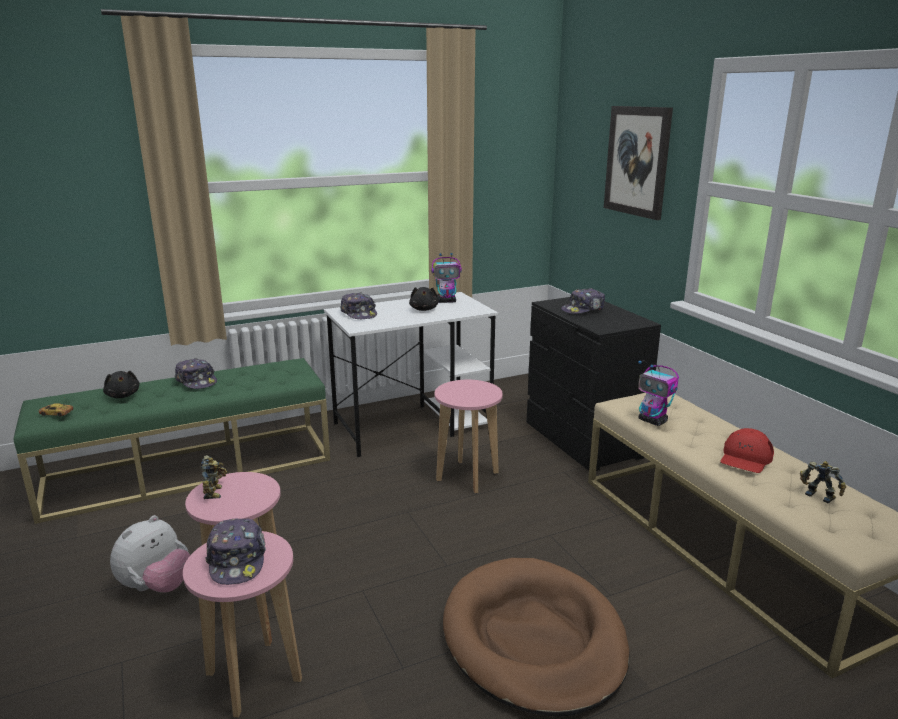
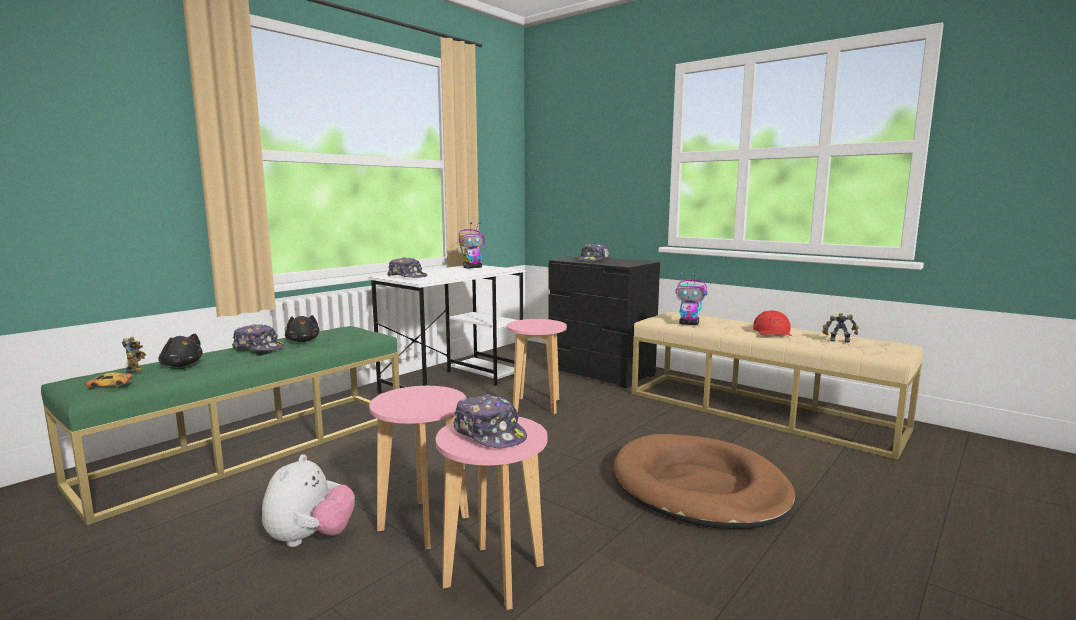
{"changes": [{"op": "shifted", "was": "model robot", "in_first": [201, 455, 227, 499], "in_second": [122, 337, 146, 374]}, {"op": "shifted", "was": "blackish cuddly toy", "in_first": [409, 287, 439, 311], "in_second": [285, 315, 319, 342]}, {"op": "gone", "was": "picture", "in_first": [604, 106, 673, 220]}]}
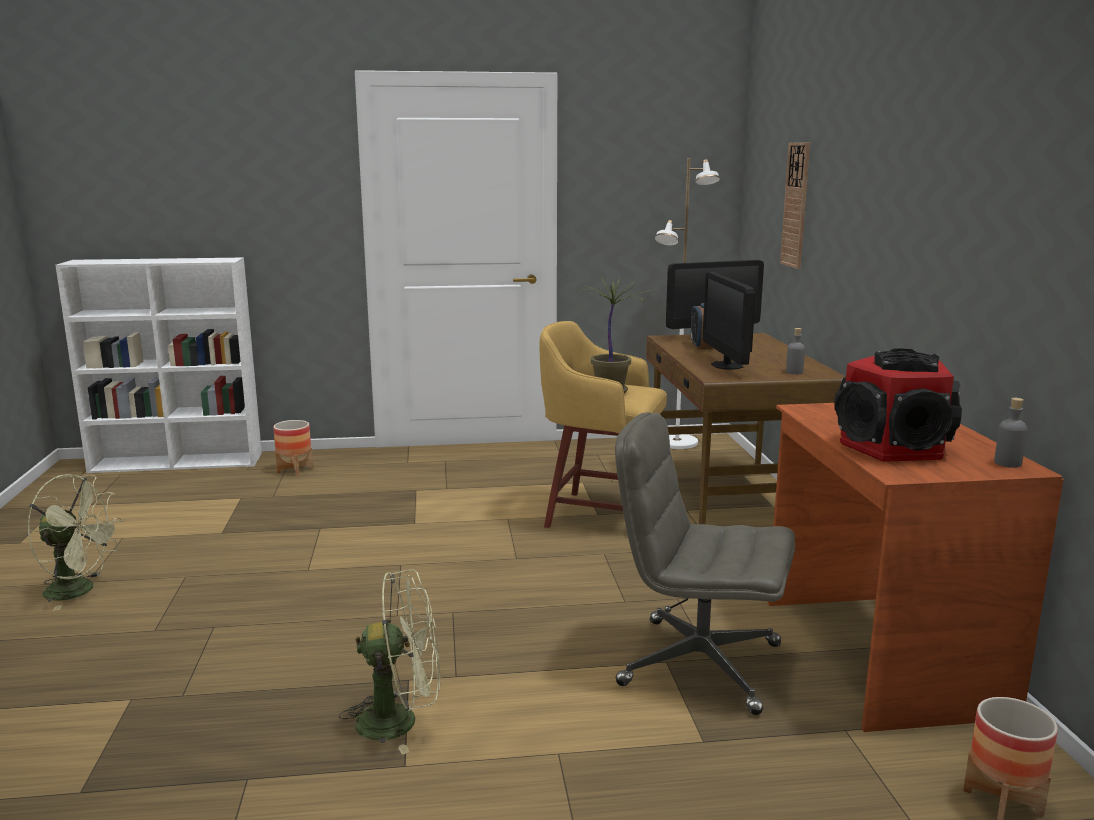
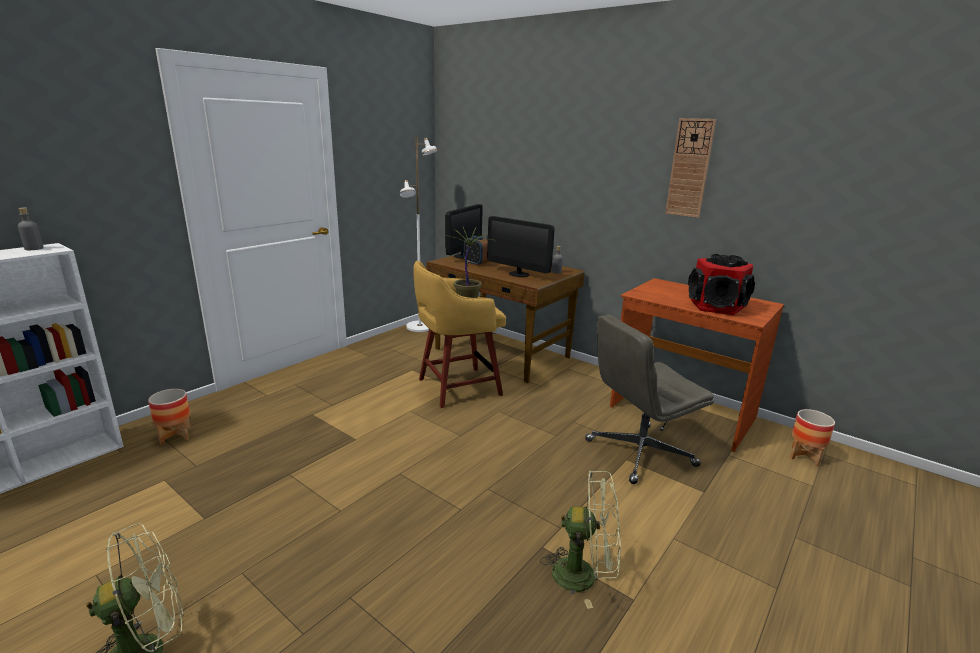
{"changes": [{"op": "shifted", "was": "grey beverage bottle", "in_first": [994, 398, 1027, 468], "in_second": [18, 207, 44, 250]}, {"op": "rotated", "was": "greenish fan", "in_first": [339, 569, 440, 755], "in_second": [540, 471, 621, 609], "clockwise": 60}, {"op": "shifted", "was": "wall clock", "in_first": [780, 142, 810, 269], "in_second": [665, 118, 716, 218]}]}
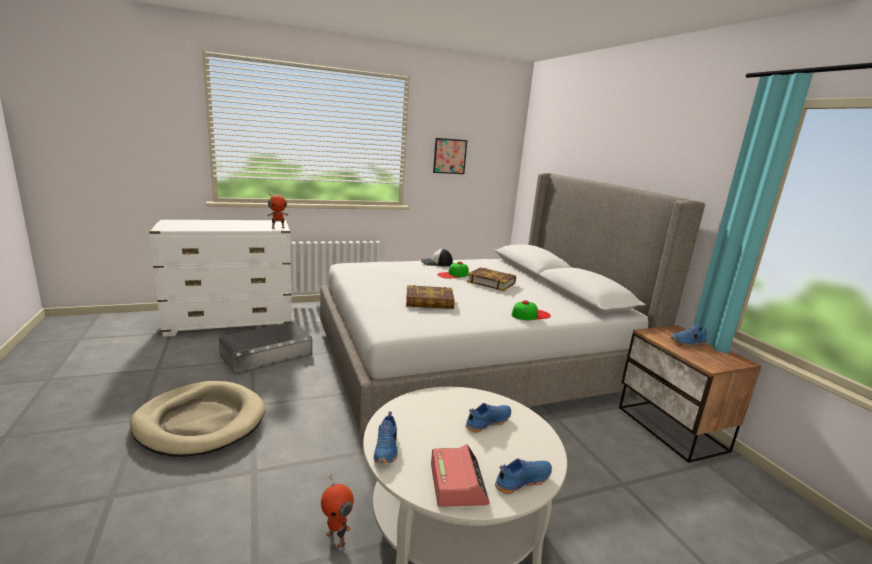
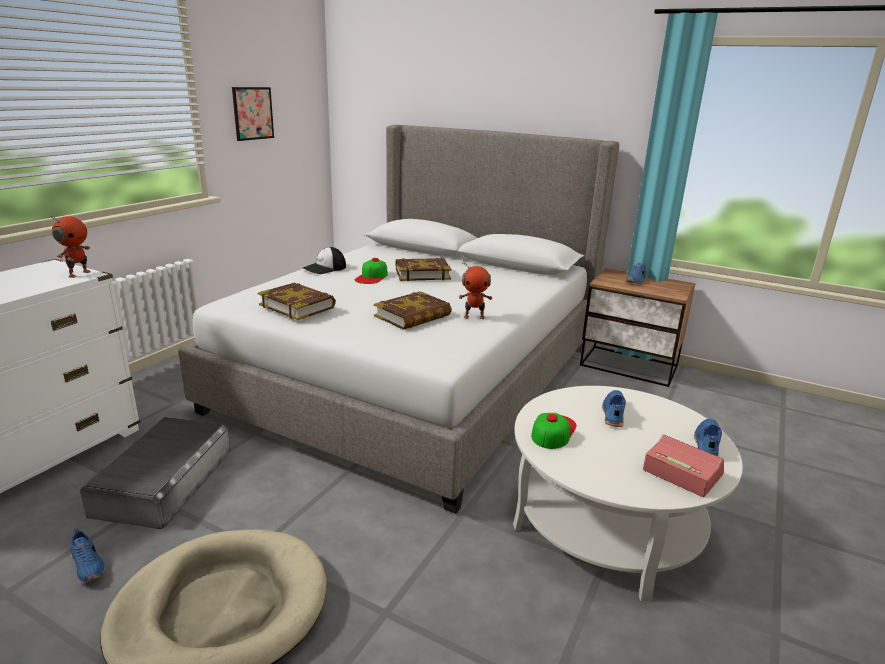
{"changes": [{"op": "shifted", "was": "blue-coloured shoe", "in_first": [373, 411, 398, 463], "in_second": [70, 527, 106, 584]}, {"op": "new", "now": "book", "in_second": [258, 283, 336, 320]}, {"op": "shifted", "was": "model robot", "in_first": [321, 475, 354, 548], "in_second": [459, 261, 492, 319]}, {"op": "shifted", "was": "peaked cap", "in_first": [512, 300, 551, 320], "in_second": [531, 413, 576, 449]}]}
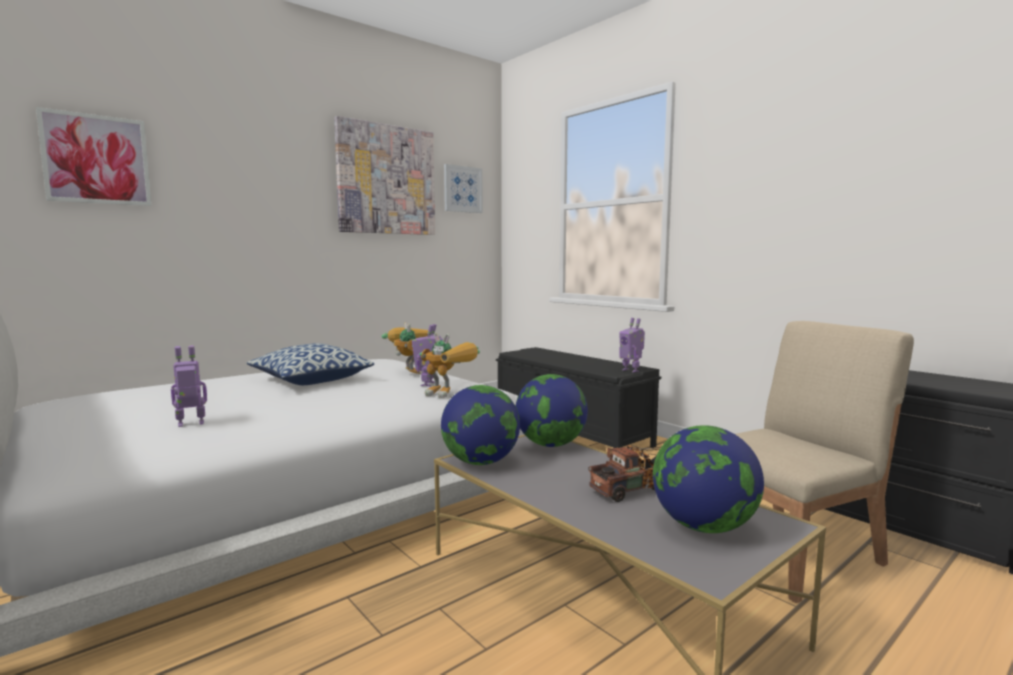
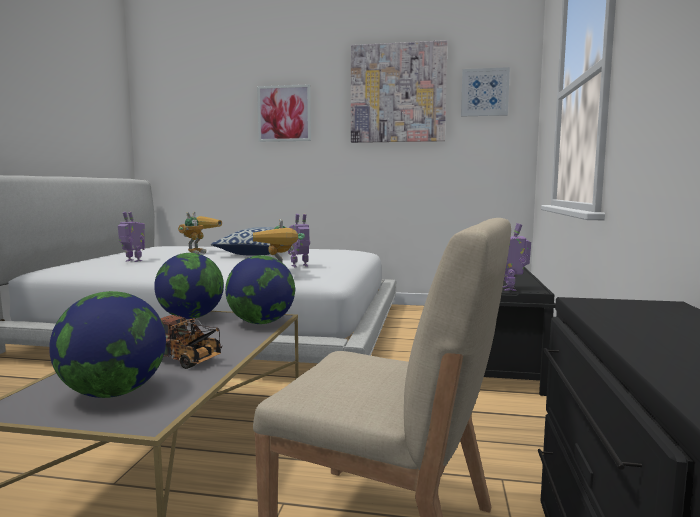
{"changes": [{"op": "shifted", "was": "model robot", "in_first": [382, 322, 428, 374], "in_second": [178, 212, 222, 254]}, {"op": "shifted", "was": "picture", "in_first": [36, 107, 151, 206], "in_second": [257, 84, 311, 142]}]}
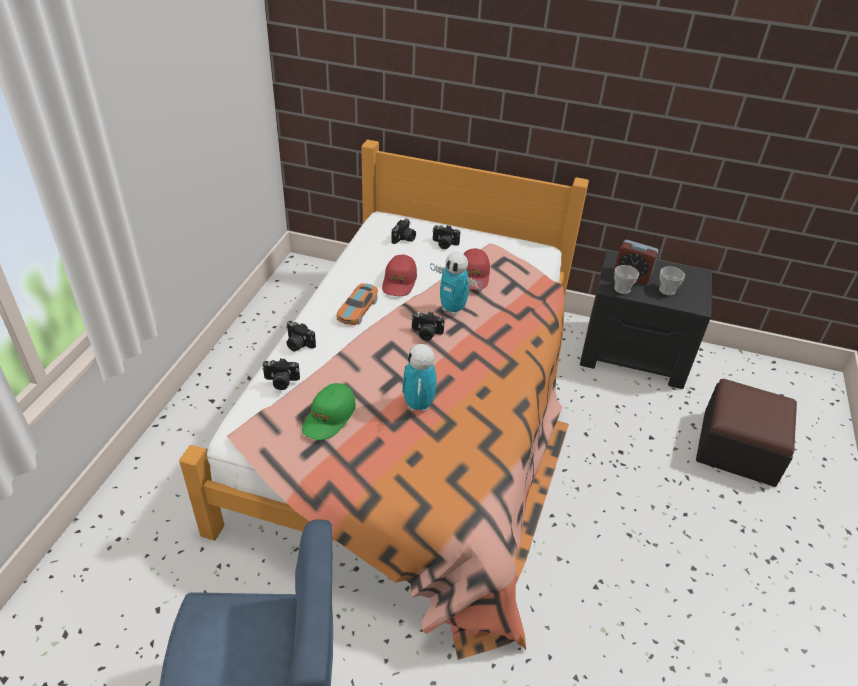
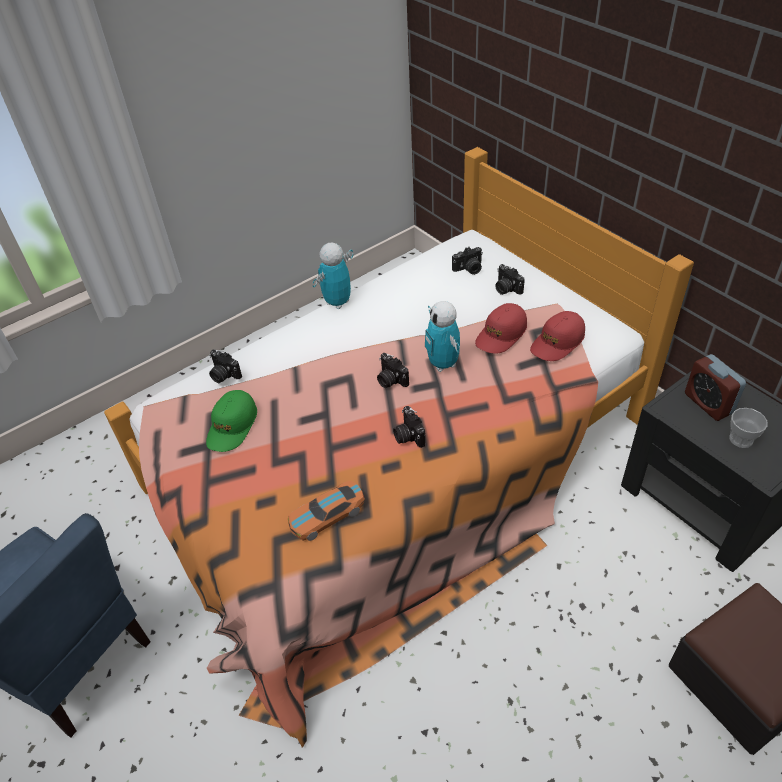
{"changes": [{"op": "rotated", "was": "greenish peaked cap", "in_first": [302, 383, 356, 440], "in_second": [206, 390, 257, 452], "clockwise": -45}, {"op": "shifted", "was": "miniature car", "in_first": [337, 283, 378, 325], "in_second": [288, 481, 365, 541]}, {"op": "shifted", "was": "model robot", "in_first": [402, 344, 437, 412], "in_second": [312, 243, 353, 309]}, {"op": "shifted", "was": "photo camera", "in_first": [286, 321, 316, 352], "in_second": [393, 406, 425, 448]}, {"op": "shifted", "was": "red-coloured peaked cap", "in_first": [382, 255, 417, 296], "in_second": [530, 311, 585, 361]}, {"op": "gone", "was": "small cup", "in_first": [614, 265, 639, 294]}]}
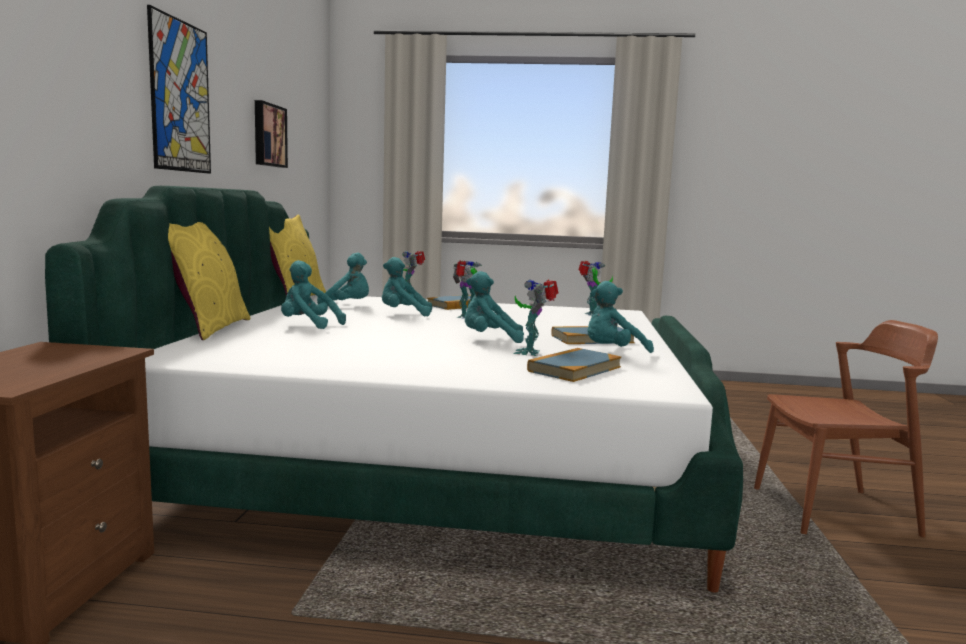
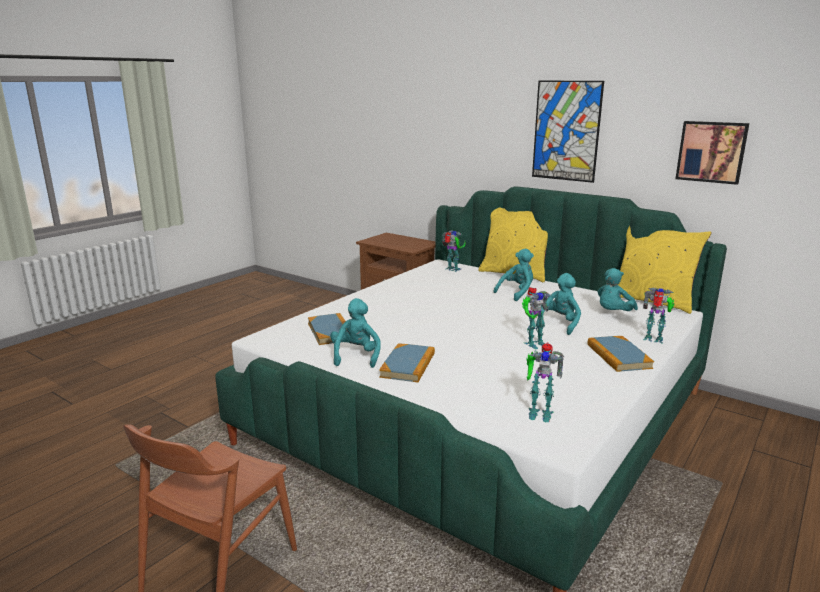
{"changes": [{"op": "shifted", "was": "model robot", "in_first": [514, 279, 558, 356], "in_second": [442, 230, 466, 272]}, {"op": "gone", "was": "blue-green cuddly toy", "in_first": [465, 271, 524, 343]}]}
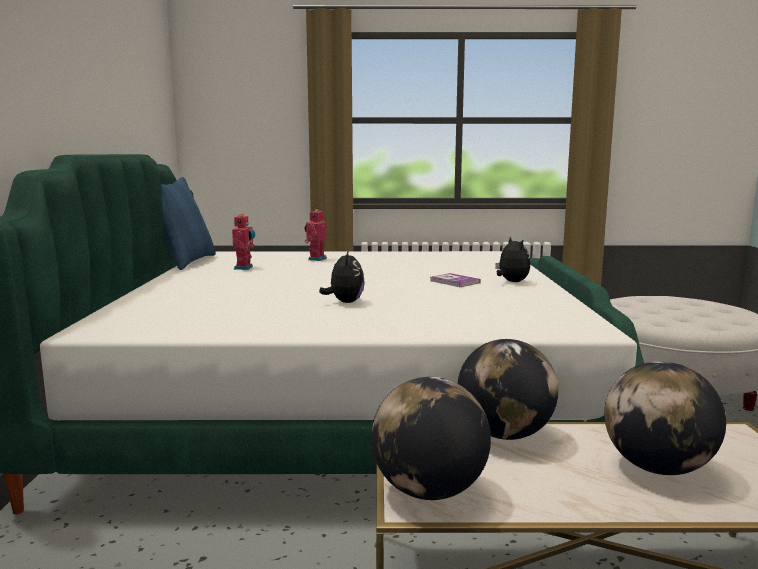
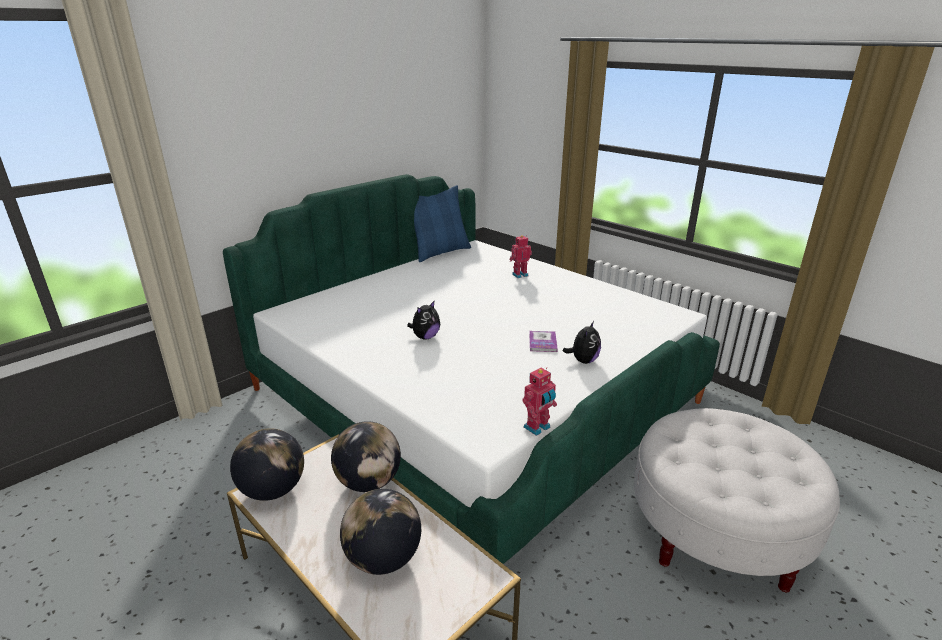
{"changes": [{"op": "shifted", "was": "model robot", "in_first": [232, 214, 255, 270], "in_second": [522, 367, 557, 436]}]}
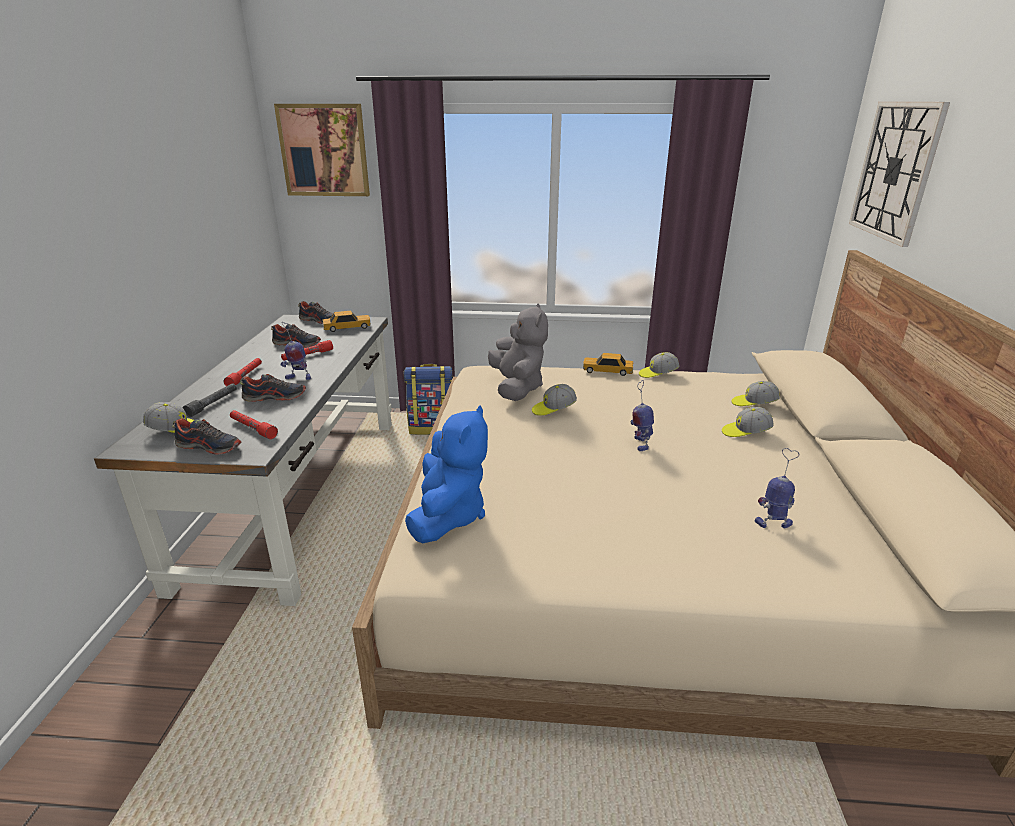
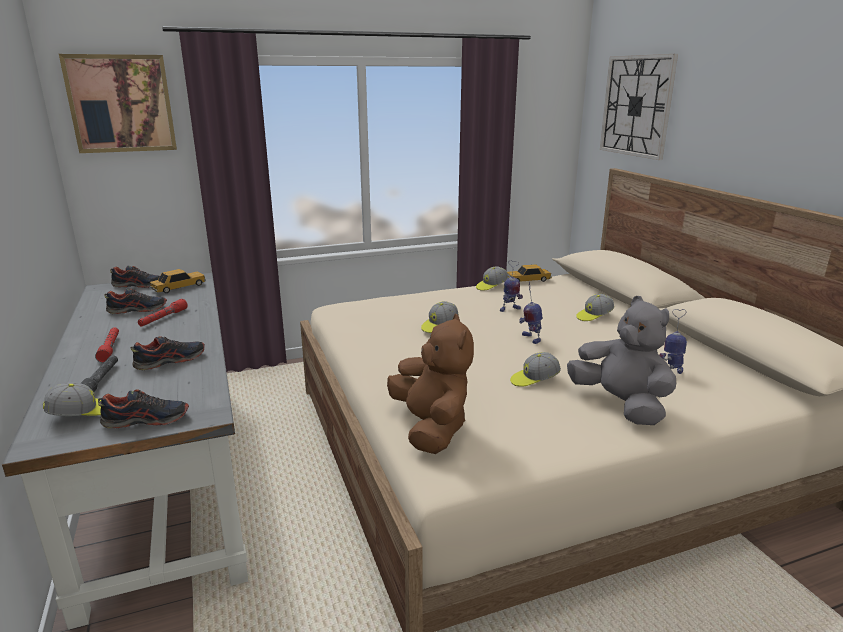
{"changes": [{"op": "repainted", "was": "blue-coloured cuddly toy", "now": "brown-coloured cuddly toy", "in_first": [405, 405, 488, 543], "in_second": [387, 314, 474, 454]}, {"op": "shifted", "was": "model robot", "in_first": [281, 323, 311, 380], "in_second": [500, 260, 523, 312]}, {"op": "shifted", "was": "miniature car", "in_first": [583, 353, 633, 376], "in_second": [507, 264, 552, 282]}, {"op": "shifted", "was": "peaked cap", "in_first": [732, 381, 780, 406], "in_second": [510, 352, 561, 387]}, {"op": "shifted", "was": "grey cuddly toy", "in_first": [488, 303, 548, 401], "in_second": [567, 296, 676, 425]}, {"op": "gone", "was": "red-coloured hand torch", "in_first": [230, 410, 278, 439]}, {"op": "gone", "was": "rucksack", "in_first": [404, 364, 453, 435]}]}
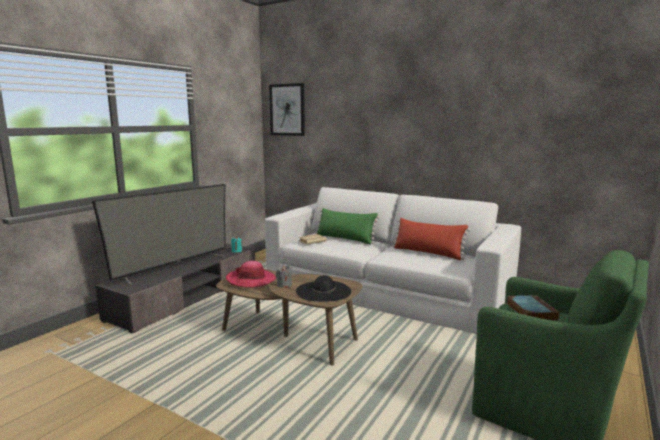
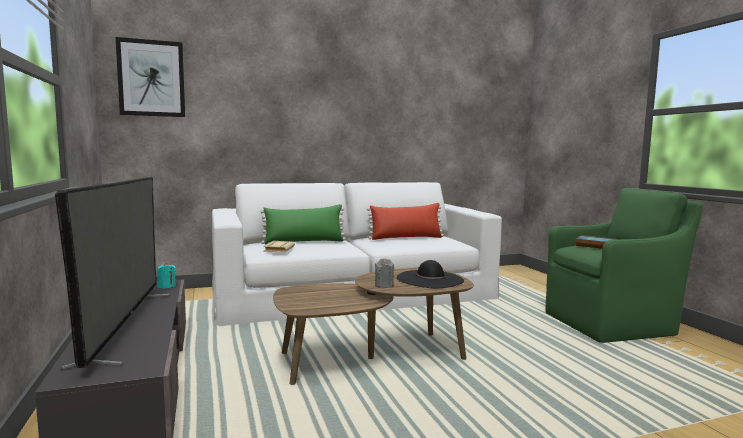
{"changes": [{"op": "gone", "was": "hat", "in_first": [226, 261, 276, 288]}]}
